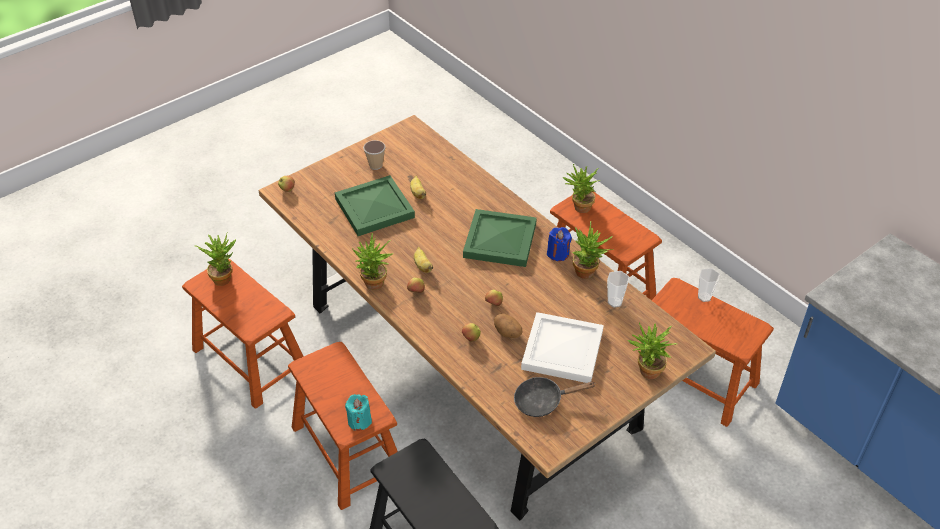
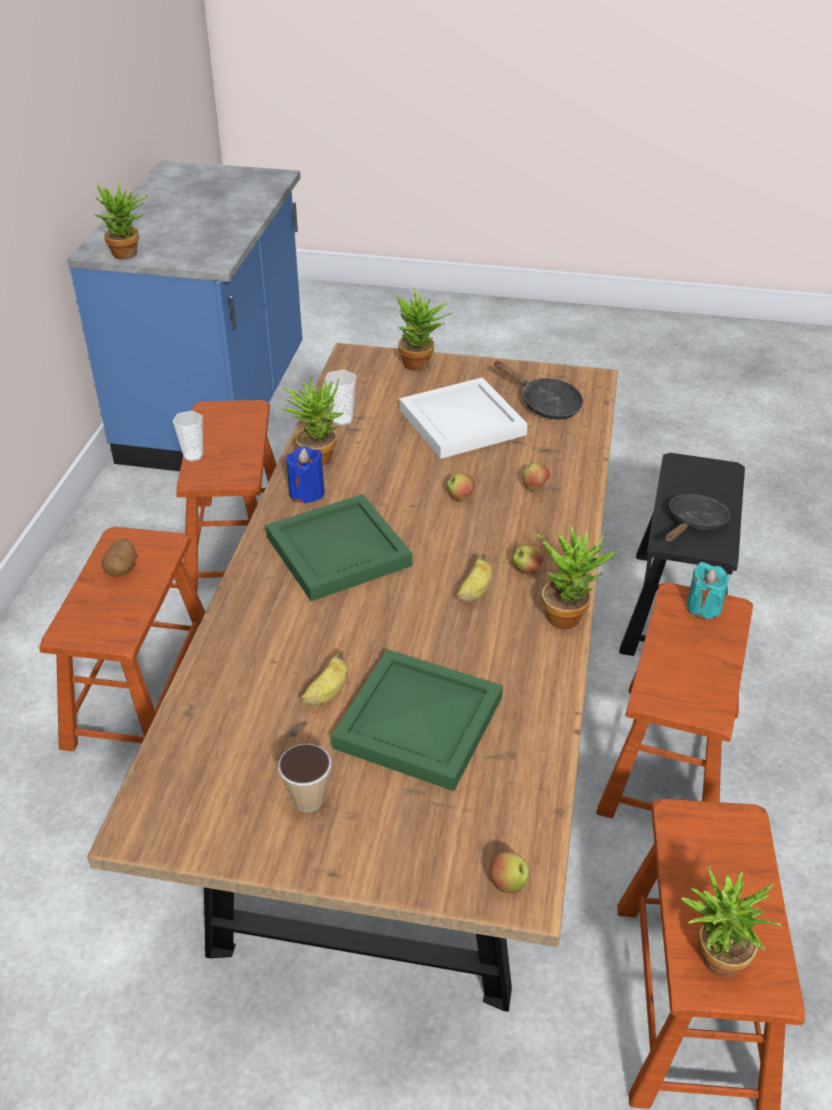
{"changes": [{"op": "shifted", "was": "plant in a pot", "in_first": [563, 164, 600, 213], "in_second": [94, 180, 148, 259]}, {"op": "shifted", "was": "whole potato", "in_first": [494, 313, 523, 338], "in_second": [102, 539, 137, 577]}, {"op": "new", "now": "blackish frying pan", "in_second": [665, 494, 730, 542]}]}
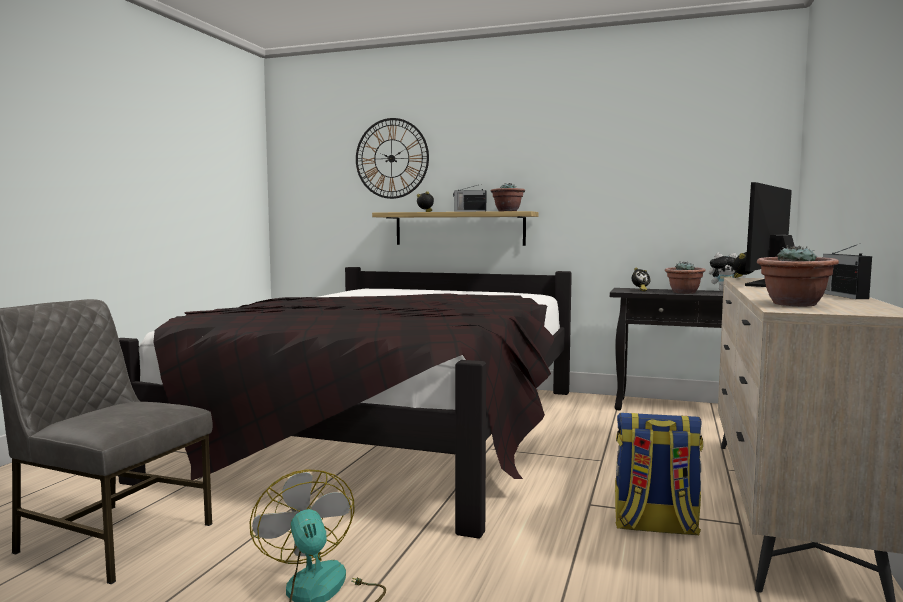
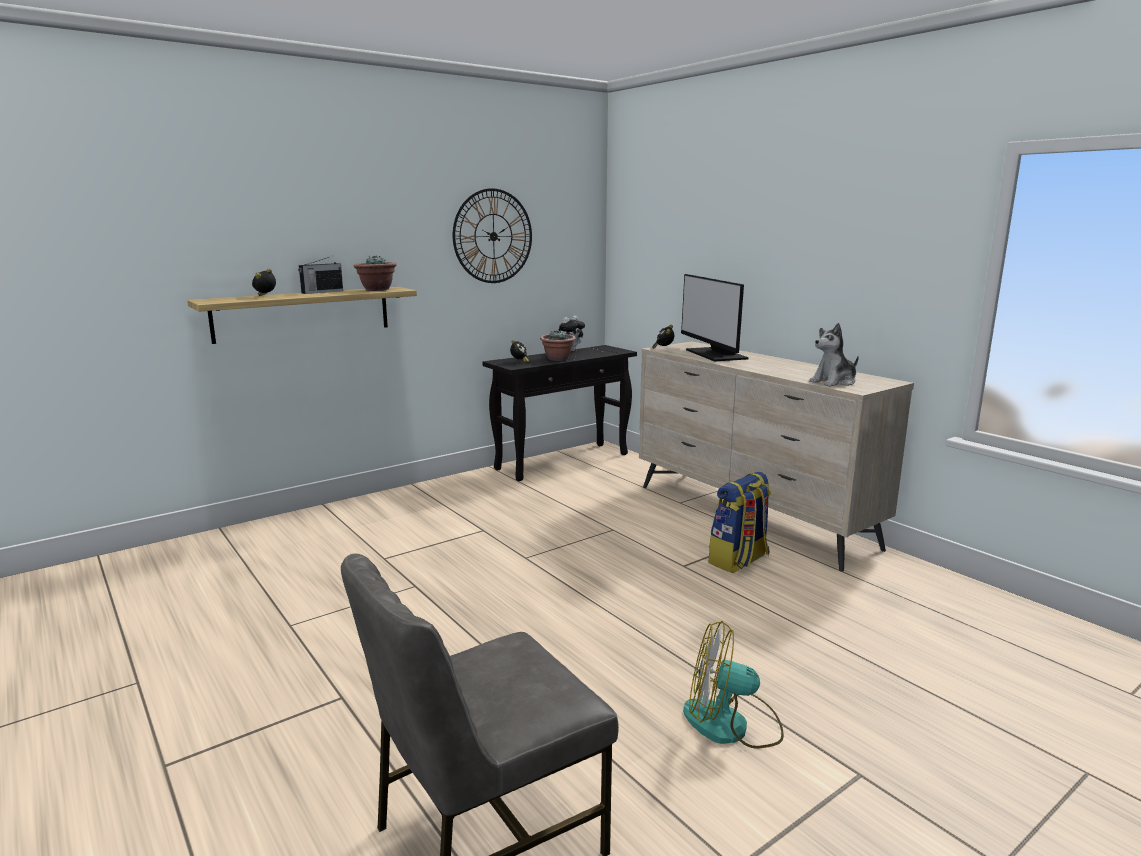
{"changes": [{"op": "shifted", "was": "wall clock", "in_first": [356, 118, 429, 199], "in_second": [453, 188, 532, 283]}, {"op": "swapped", "was": "plant in a pot", "now": "cuddly toy", "in_first": [757, 245, 839, 306], "in_second": [809, 323, 859, 387]}, {"op": "gone", "was": "blackish sleeping bed", "in_first": [119, 267, 572, 539]}, {"op": "gone", "was": "radio", "in_first": [823, 243, 872, 299]}]}
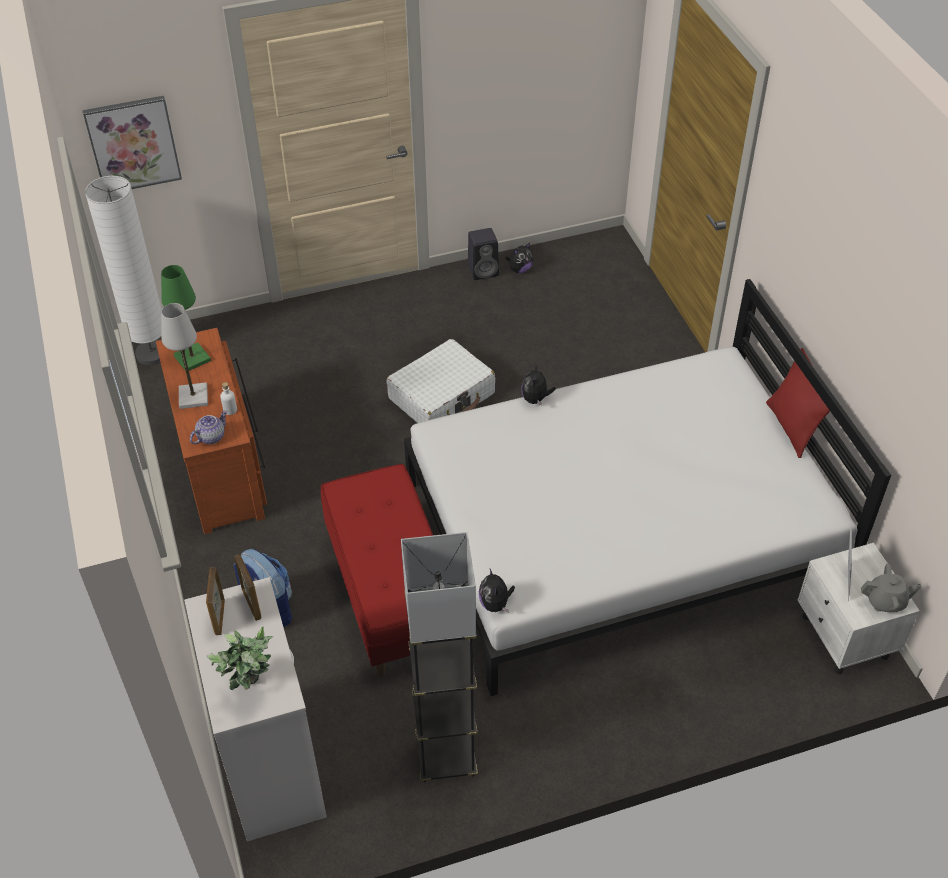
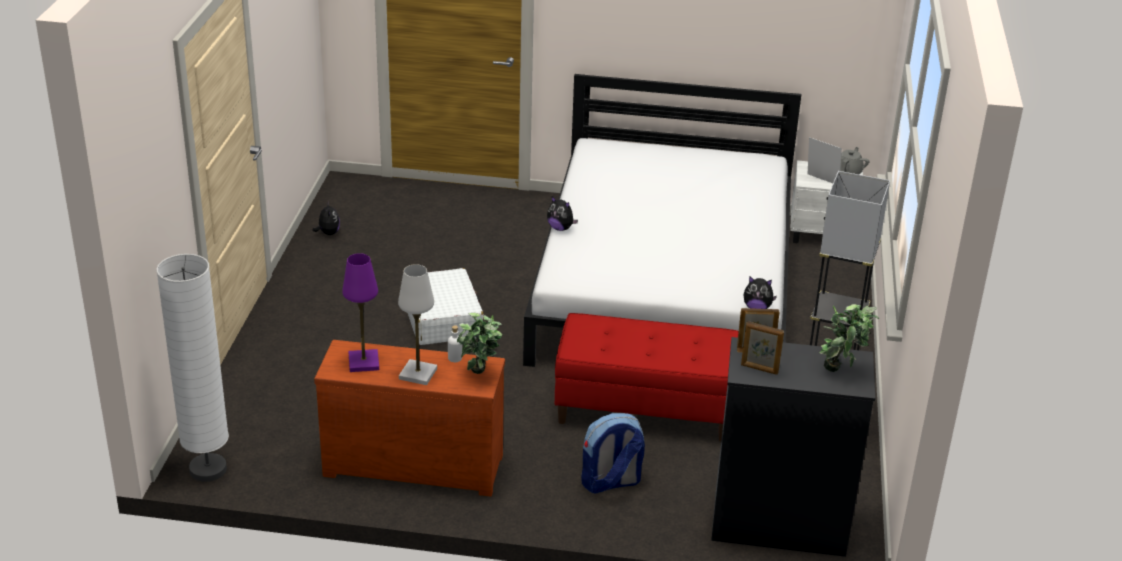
{"changes": [{"op": "repainted", "was": "greenish table lamp", "now": "purple-coloured table lamp", "in_first": [161, 265, 211, 371], "in_second": [342, 253, 379, 372]}, {"op": "swapped", "was": "teapot", "now": "plant in a pot", "in_first": [190, 410, 227, 444], "in_second": [457, 313, 502, 374]}, {"op": "repainted", "was": "whitish dresser", "now": "blackish dresser", "in_first": [184, 577, 327, 842], "in_second": [711, 337, 876, 557]}, {"op": "gone", "was": "picture", "in_first": [82, 96, 182, 189]}, {"op": "gone", "was": "blackish speaker", "in_first": [468, 228, 499, 280]}, {"op": "gone", "was": "red-coloured throw pillow", "in_first": [766, 348, 830, 458]}]}
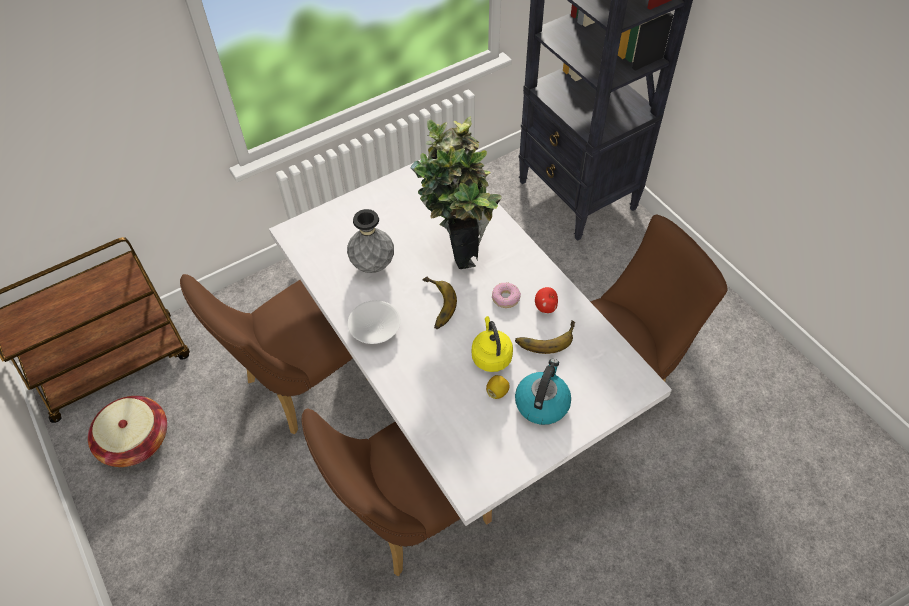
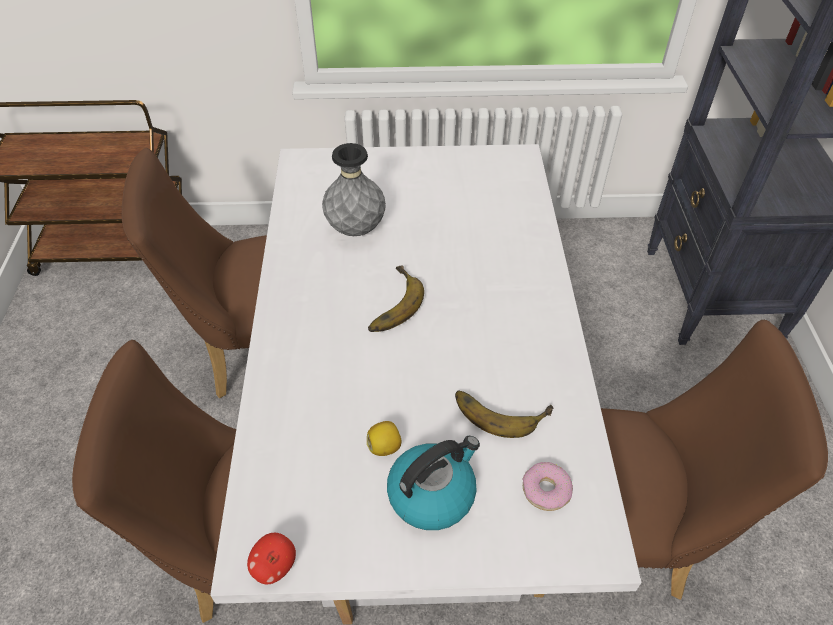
{"changes": [{"op": "shifted", "was": "apple", "in_first": [535, 287, 558, 313], "in_second": [247, 533, 296, 584]}, {"op": "shifted", "was": "donut", "in_first": [492, 283, 521, 308], "in_second": [523, 462, 573, 511]}, {"op": "gone", "was": "household basket", "in_first": [88, 396, 167, 467]}, {"op": "gone", "was": "whitish serving bowl", "in_first": [348, 300, 400, 344]}, {"op": "gone", "was": "plant in a pot", "in_first": [410, 116, 502, 269]}, {"op": "gone", "was": "yellowish kettle", "in_first": [472, 316, 513, 372]}]}
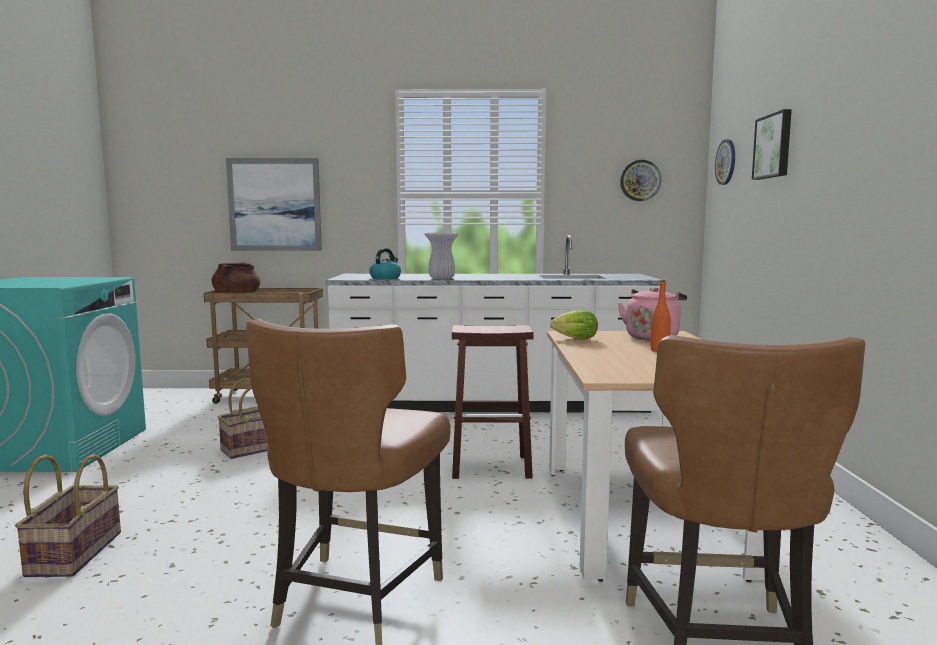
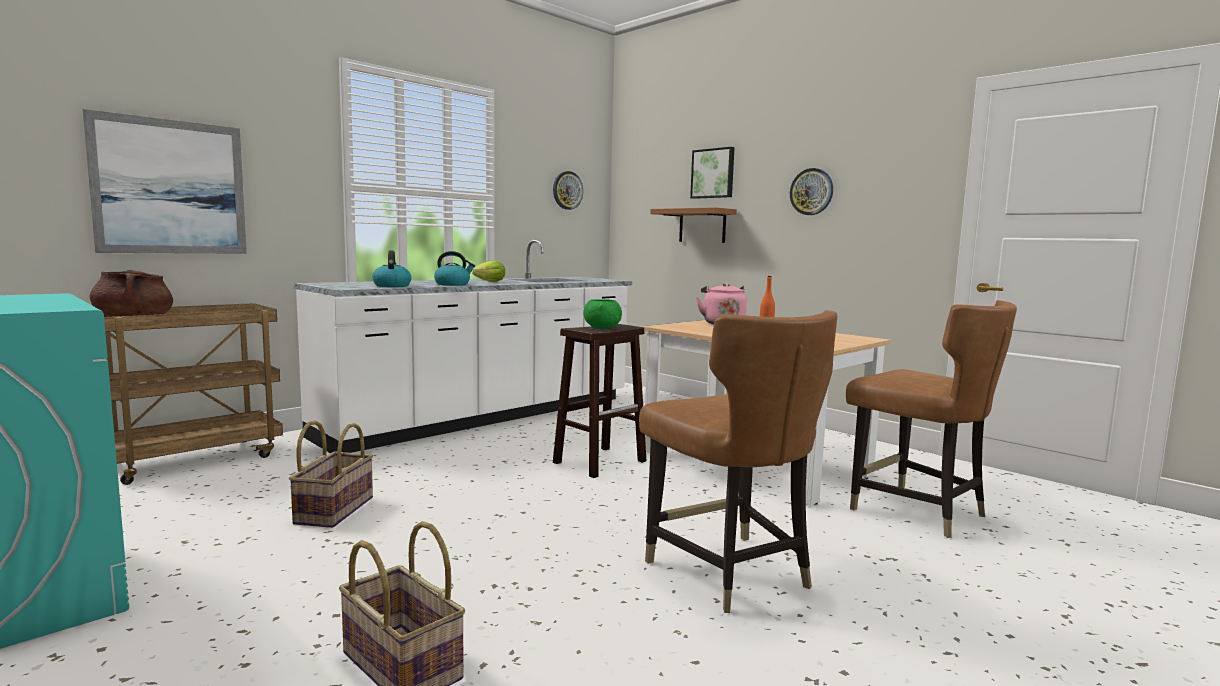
{"changes": [{"op": "swapped", "was": "whitish decorative vase", "now": "kettle", "in_first": [424, 233, 458, 279], "in_second": [434, 251, 475, 286]}, {"op": "shifted", "was": "lettuce head", "in_first": [550, 310, 598, 339], "in_second": [472, 261, 505, 282]}, {"op": "new", "now": "greenish serving bowl", "in_second": [583, 299, 622, 329]}, {"op": "new", "now": "shelf", "in_second": [650, 207, 737, 243]}, {"op": "shifted", "was": "wall clock", "in_first": [715, 139, 735, 185], "in_second": [790, 168, 833, 215]}]}
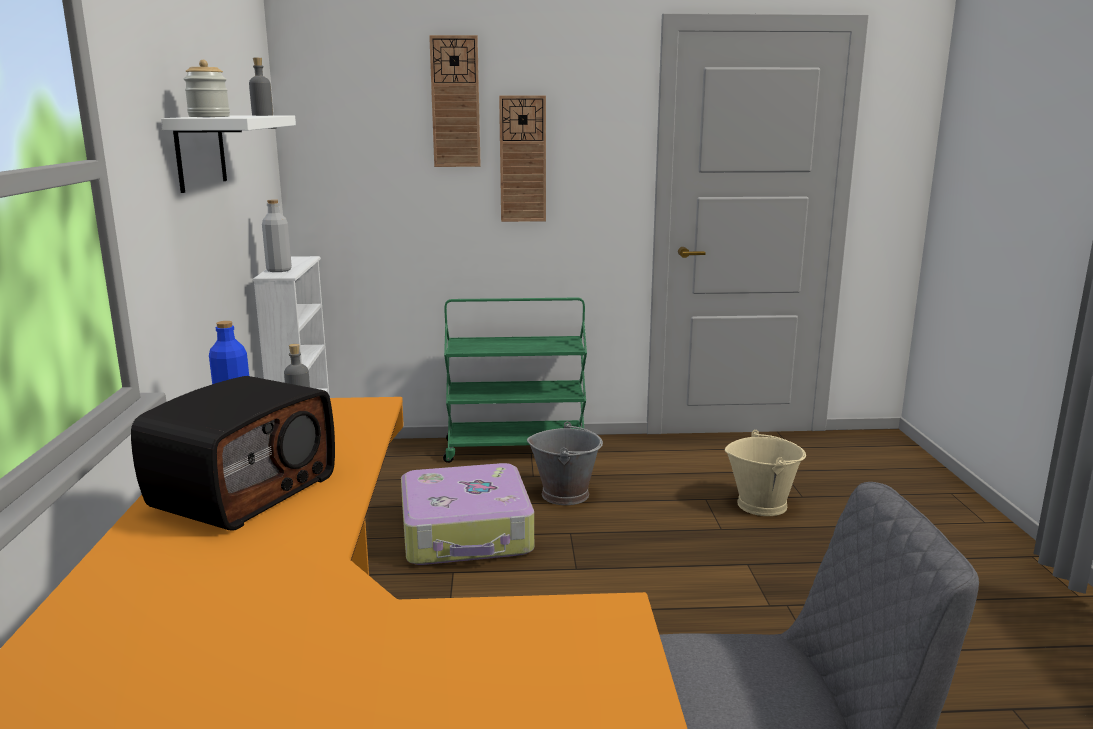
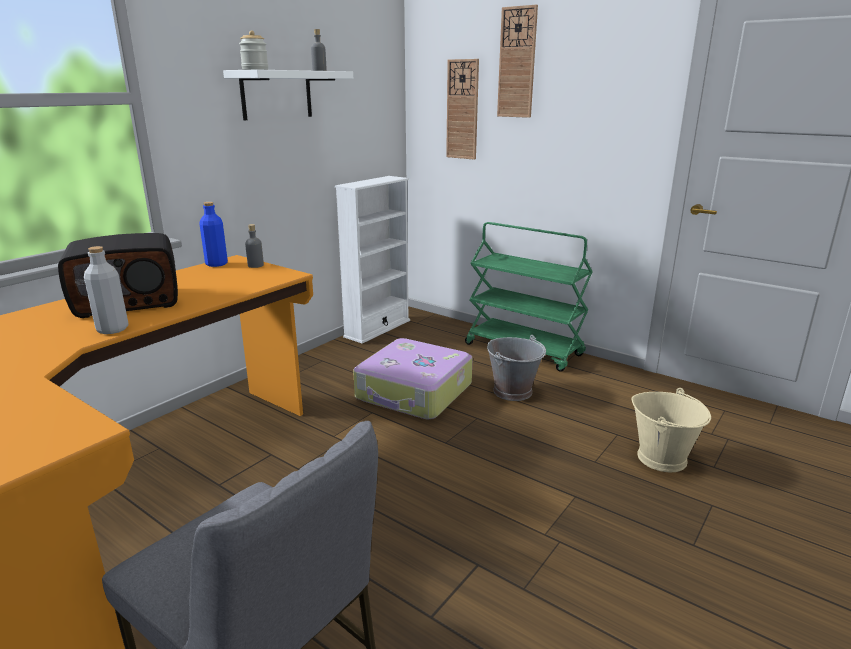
{"changes": [{"op": "shifted", "was": "grey beverage bottle", "in_first": [262, 199, 292, 272], "in_second": [84, 246, 129, 334]}, {"op": "shifted", "was": "wall clock", "in_first": [499, 95, 546, 222], "in_second": [446, 59, 479, 160]}]}
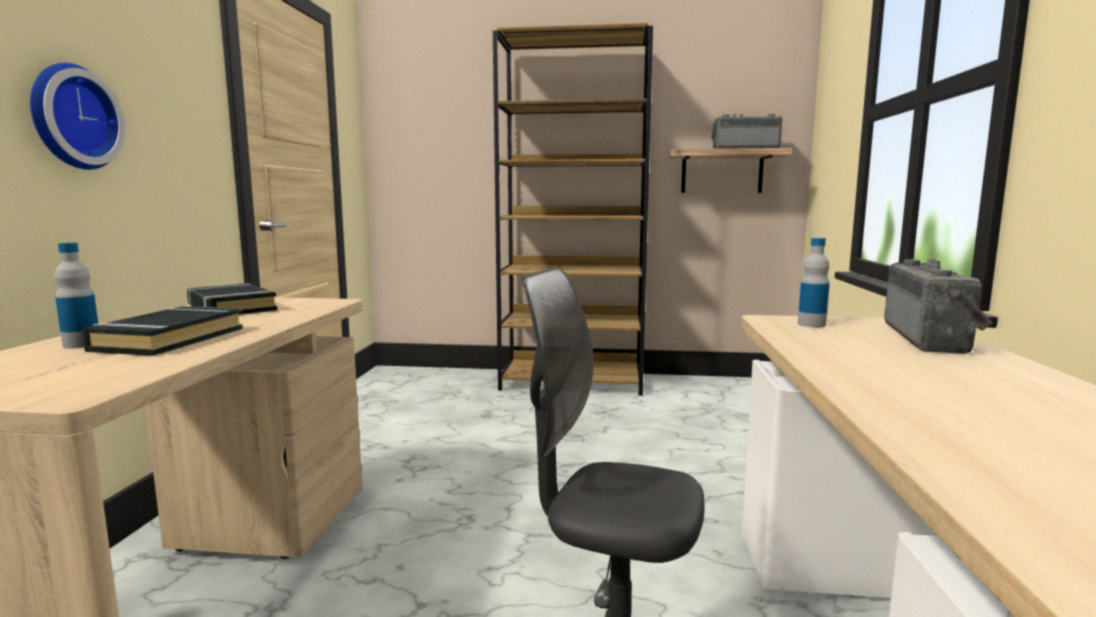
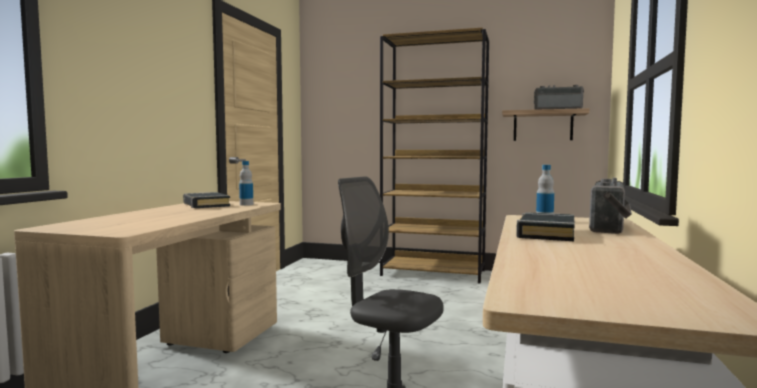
{"changes": [{"op": "shifted", "was": "beverage bottle", "in_first": [54, 242, 98, 348], "in_second": [239, 161, 253, 206]}, {"op": "shifted", "was": "blackish book", "in_first": [82, 306, 243, 356], "in_second": [516, 212, 575, 241]}, {"op": "gone", "was": "wall clock", "in_first": [30, 63, 126, 170]}]}
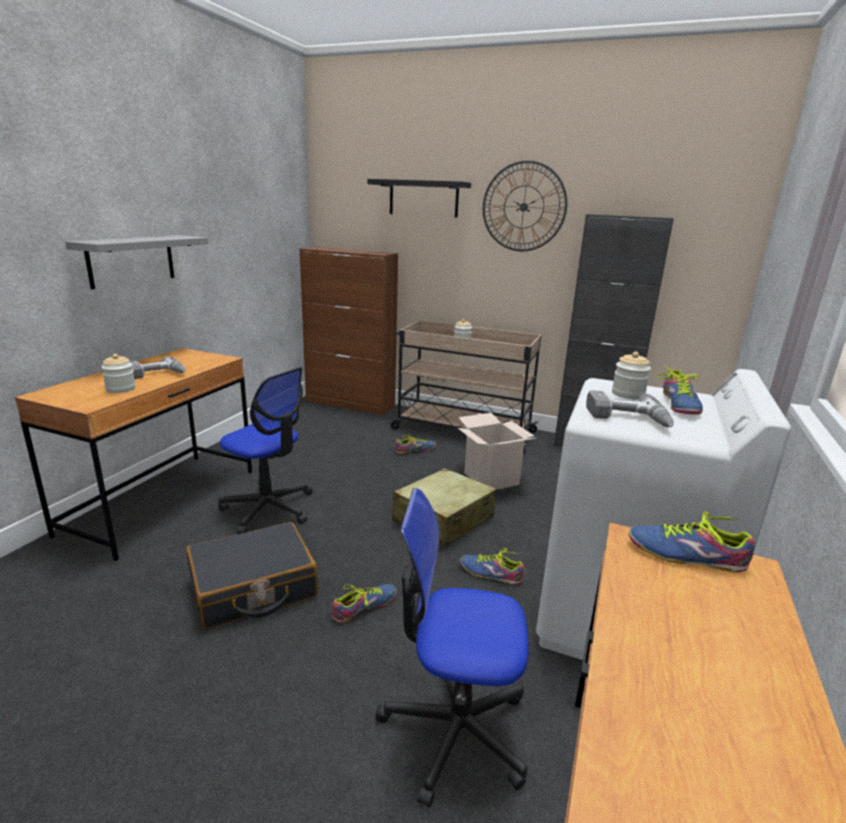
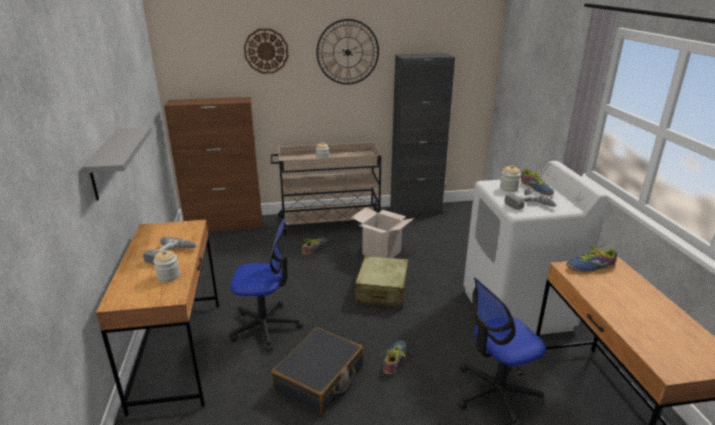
{"changes": [{"op": "swapped", "was": "blackish shelf", "now": "wall clock", "in_first": [367, 179, 471, 218], "in_second": [244, 28, 288, 74]}, {"op": "gone", "was": "shoe", "in_first": [460, 548, 524, 585]}]}
